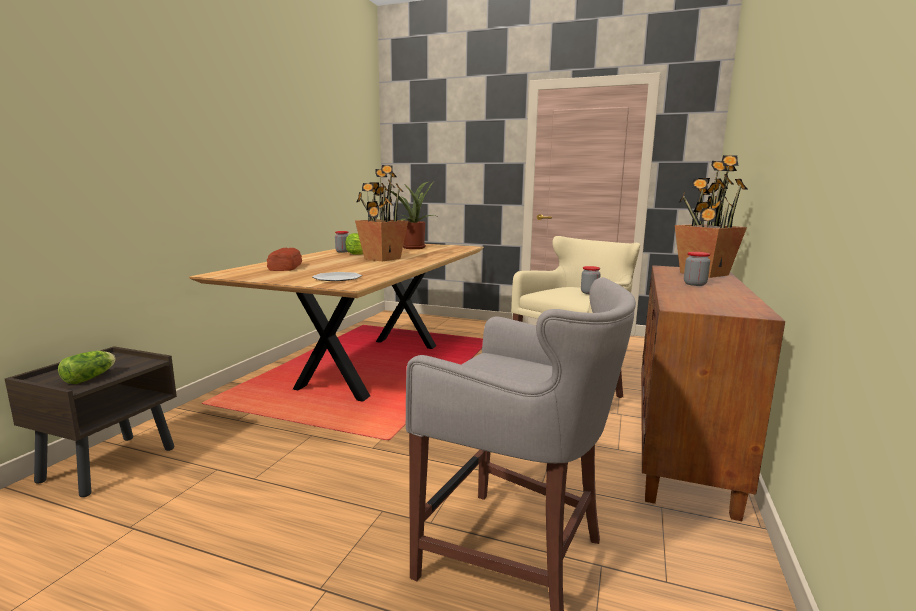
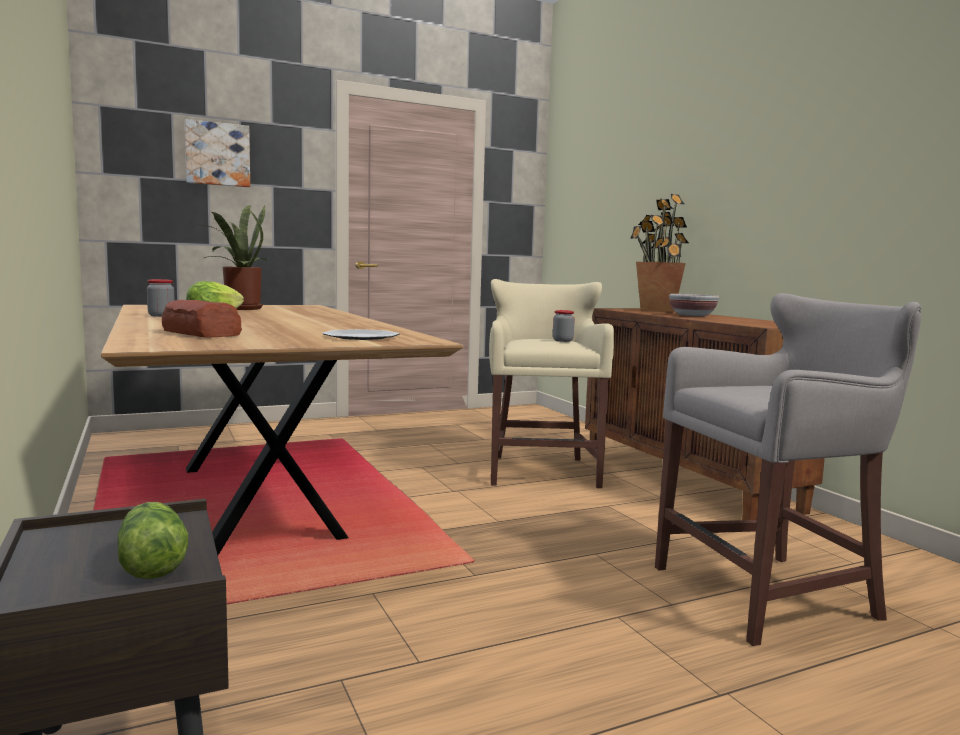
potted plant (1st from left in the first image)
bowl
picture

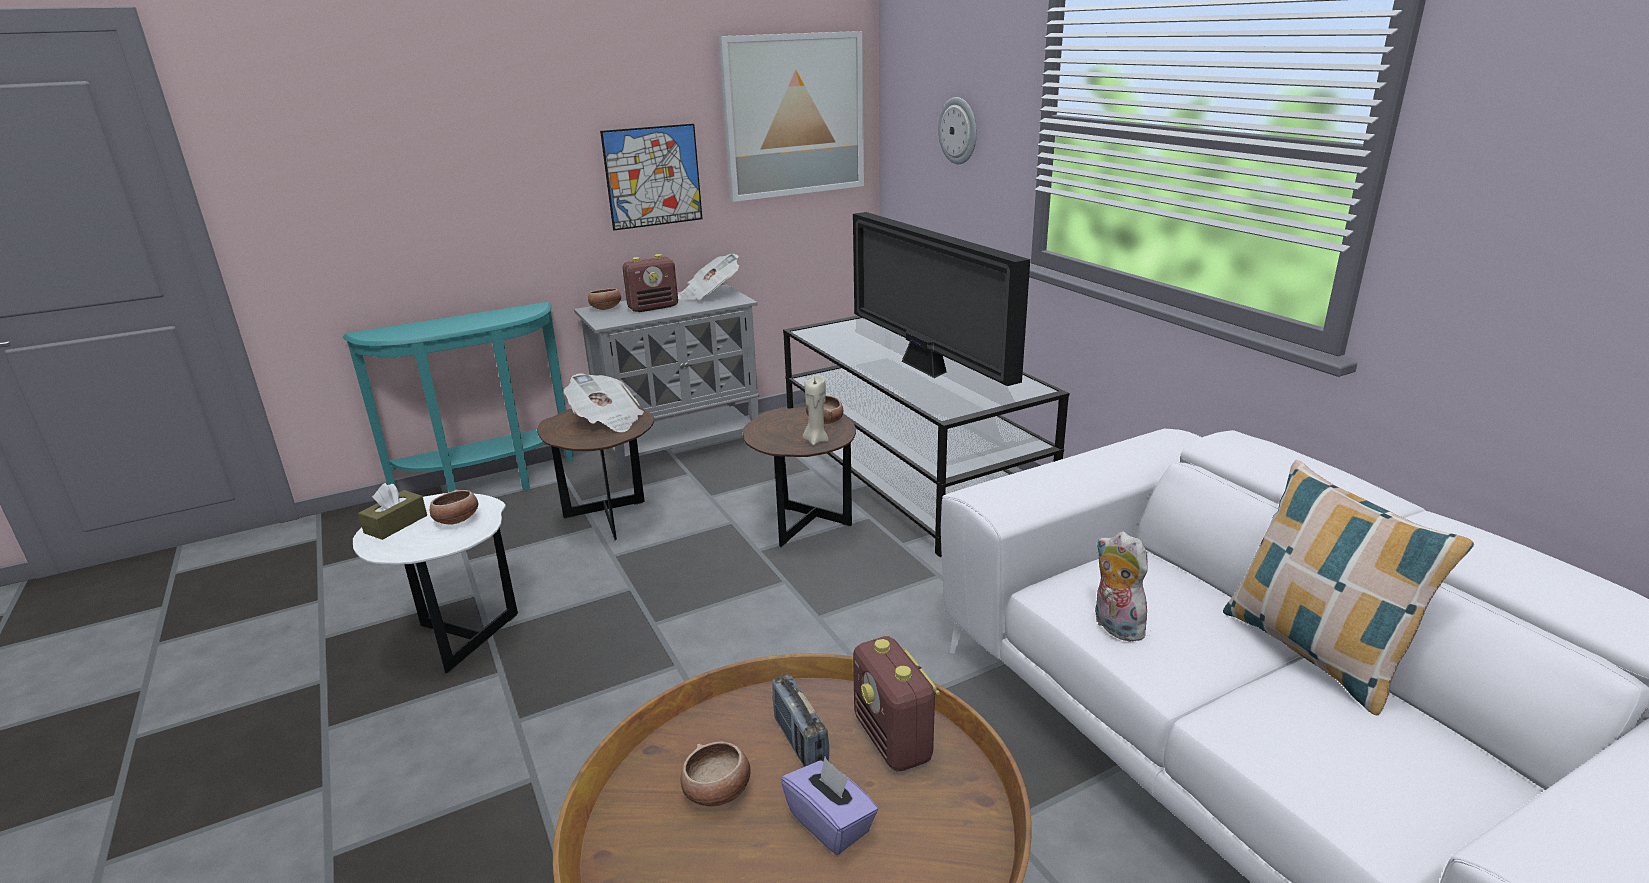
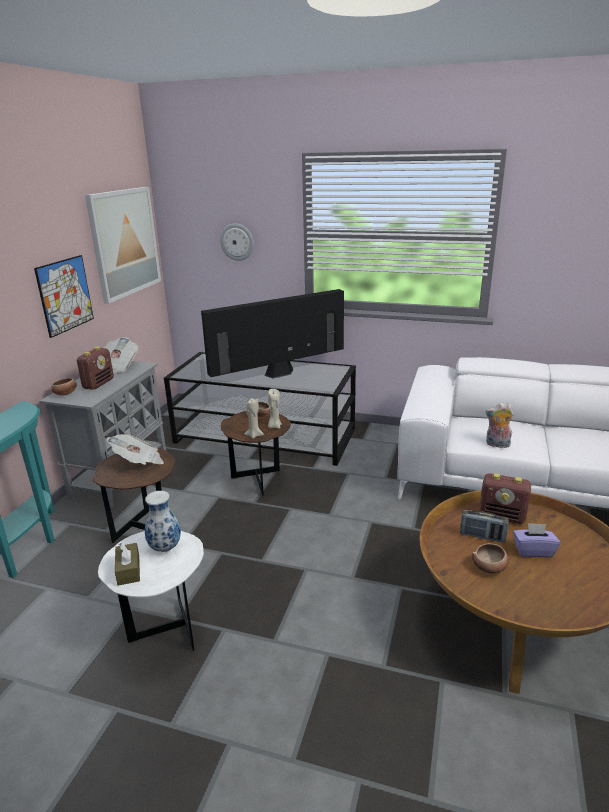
vase
television
pillow
candle in beige (1st from left)

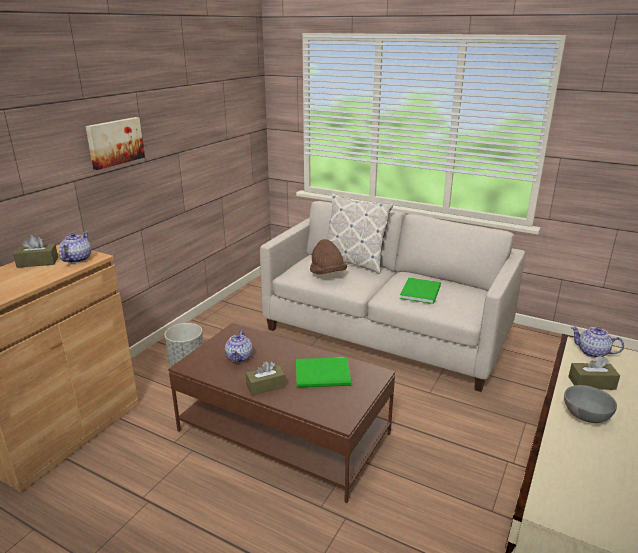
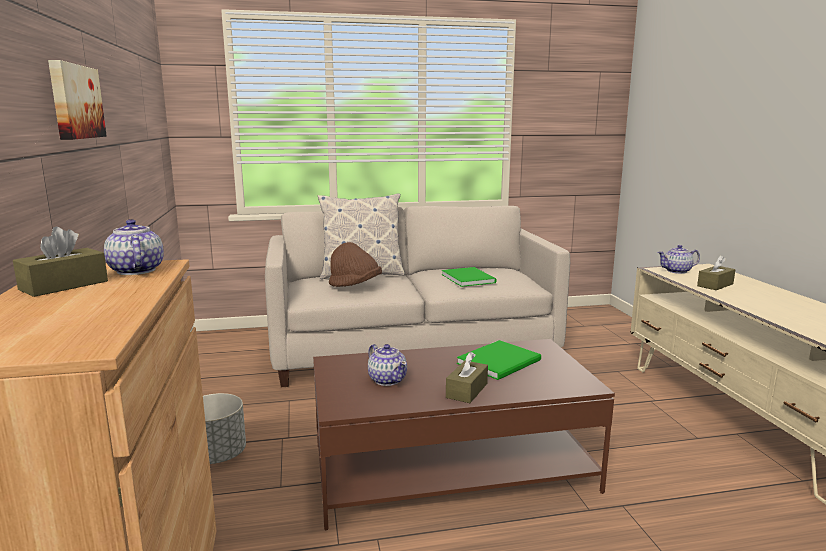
bowl in grey

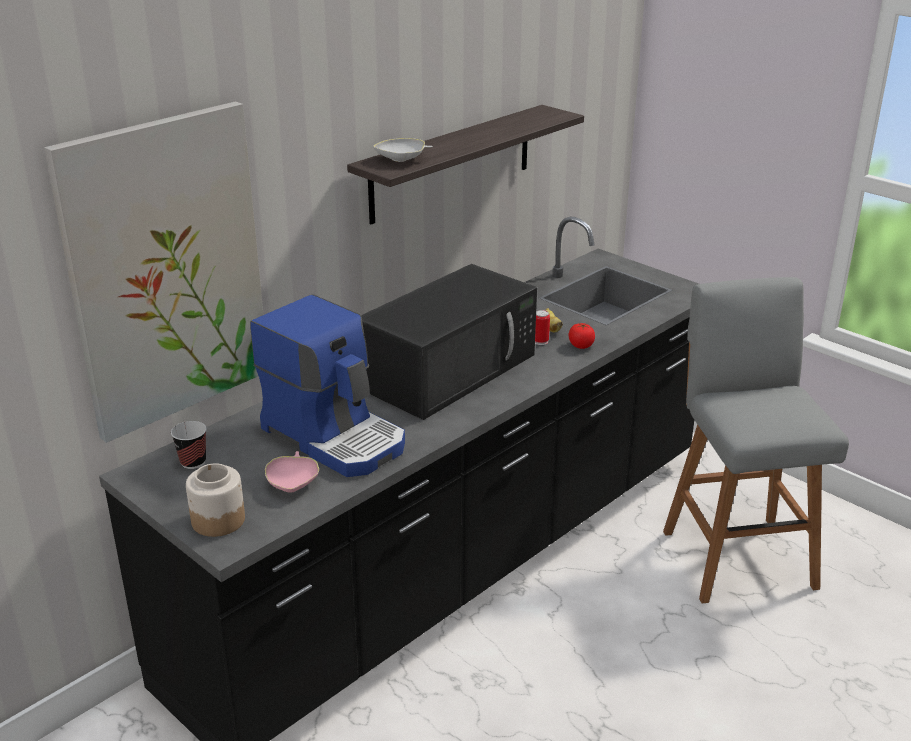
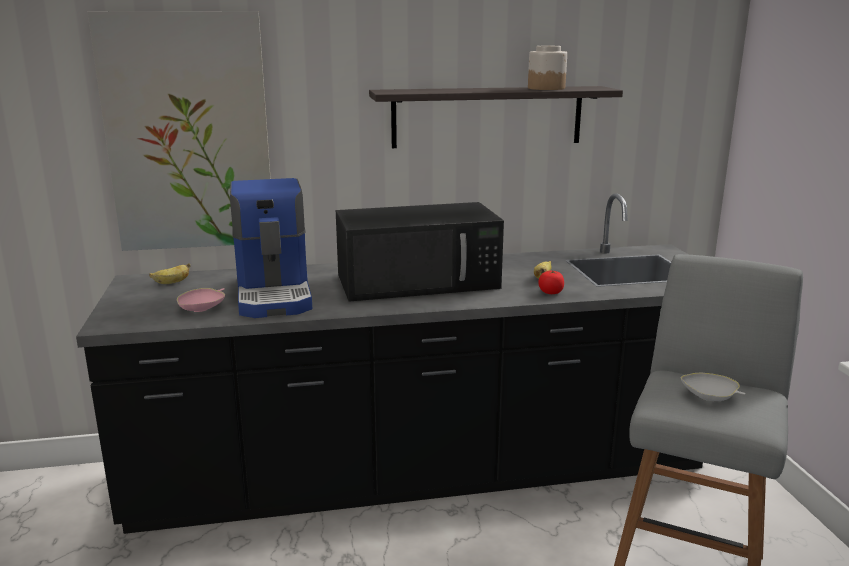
banana (1st from left)
jar
bowl in white
can

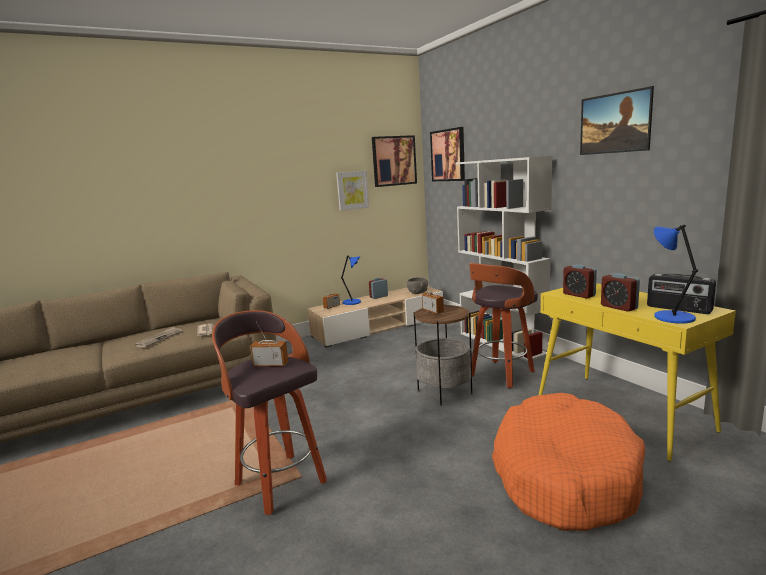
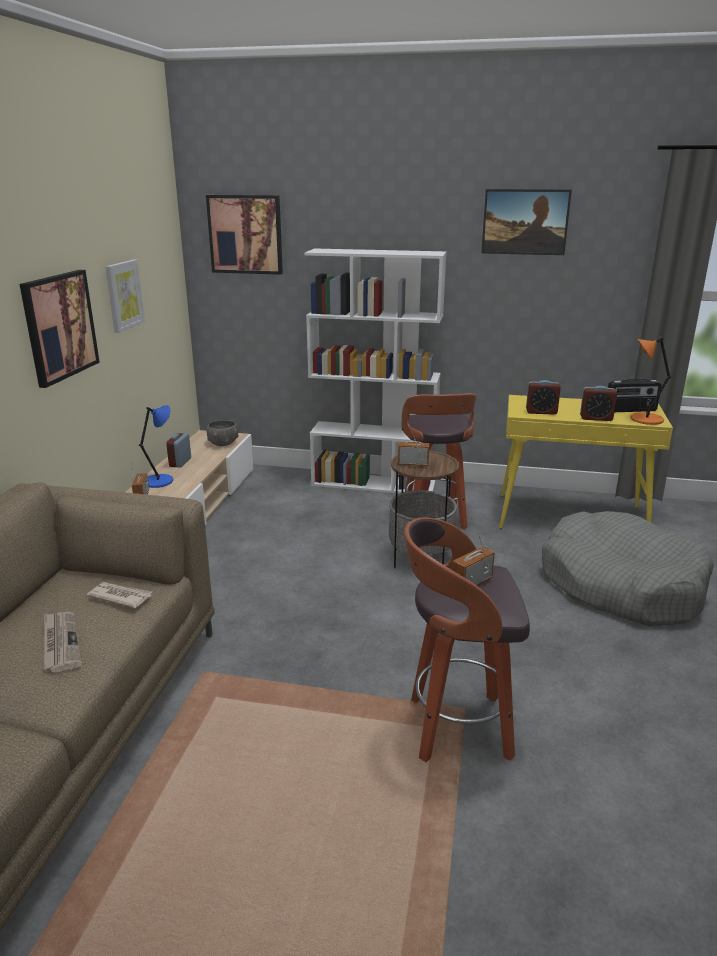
picture (1st from left)
dog bed in grey
table lamp in orange

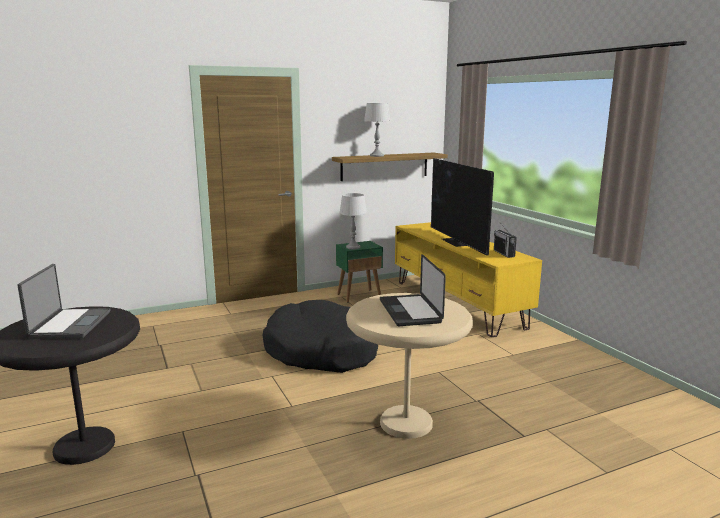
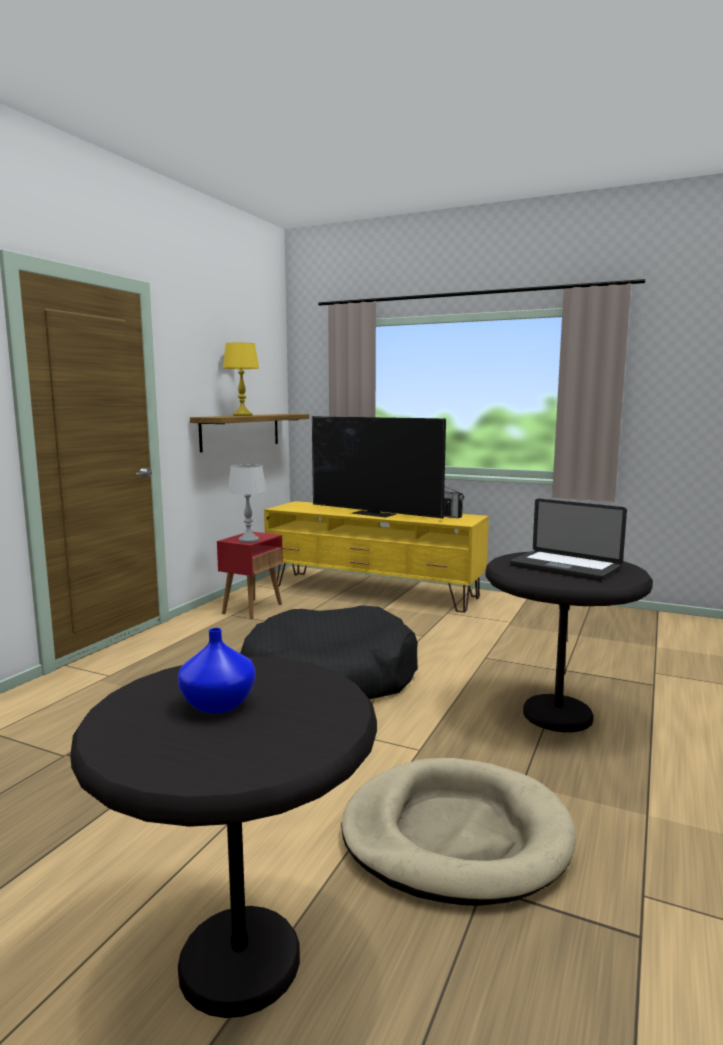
vase in blue
side table in red
side table in black (2nd from left)
table lamp in yellow
dog bed in beige

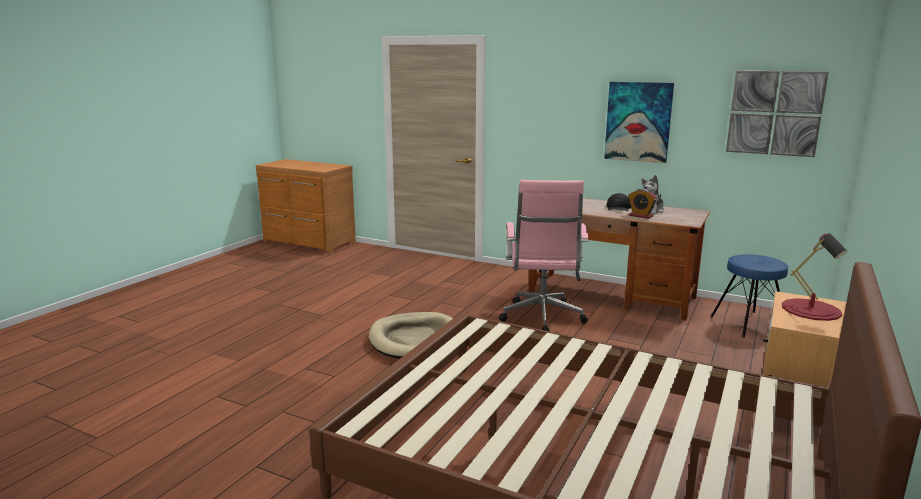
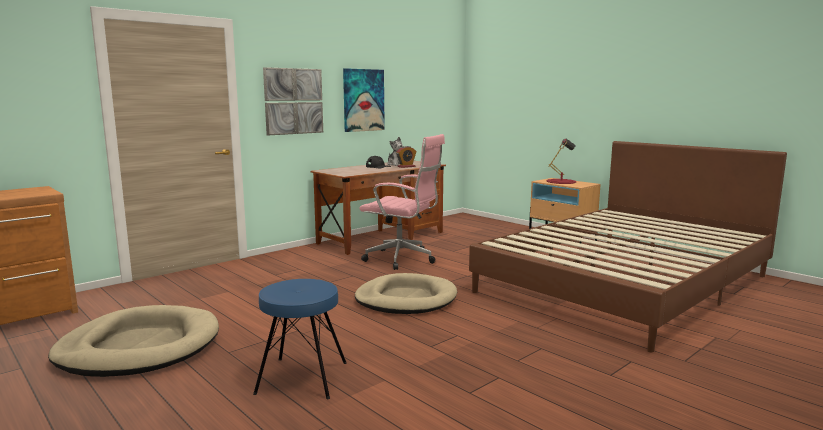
stool in blue
picture (1st from left)
dog bed in beige (1st from left)

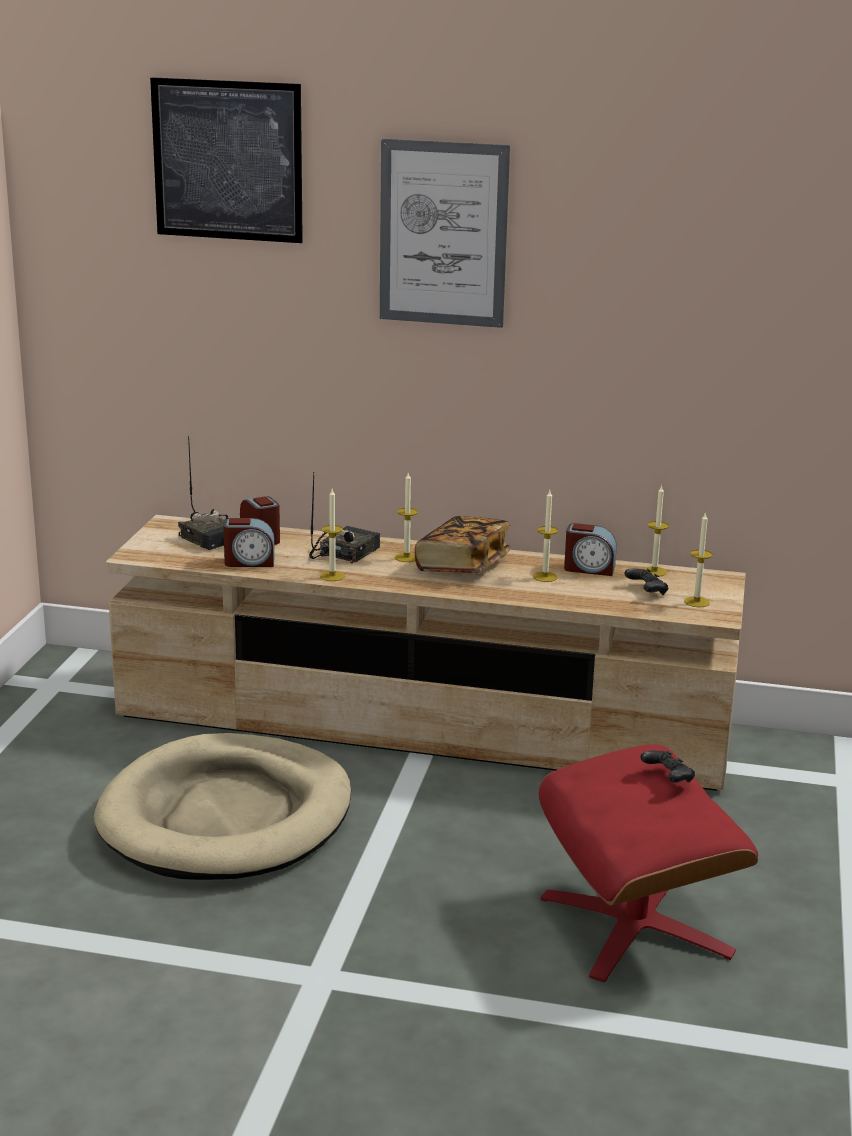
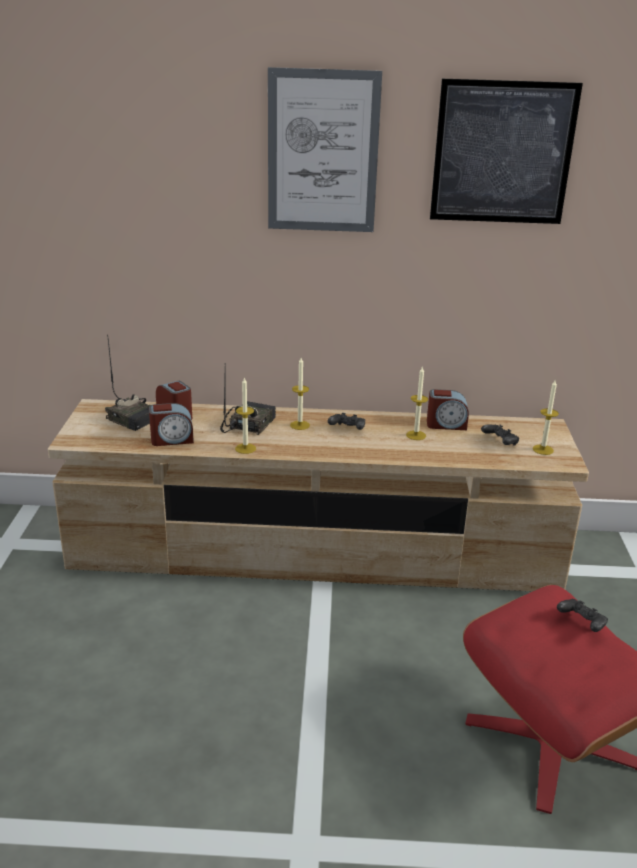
dog bed in beige
picture (2nd from left)
game controller in black (1st from left)
candle (4th from left in the first image)

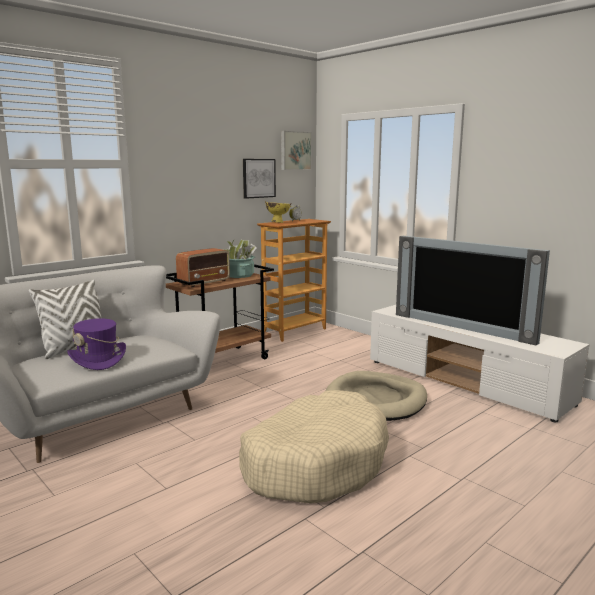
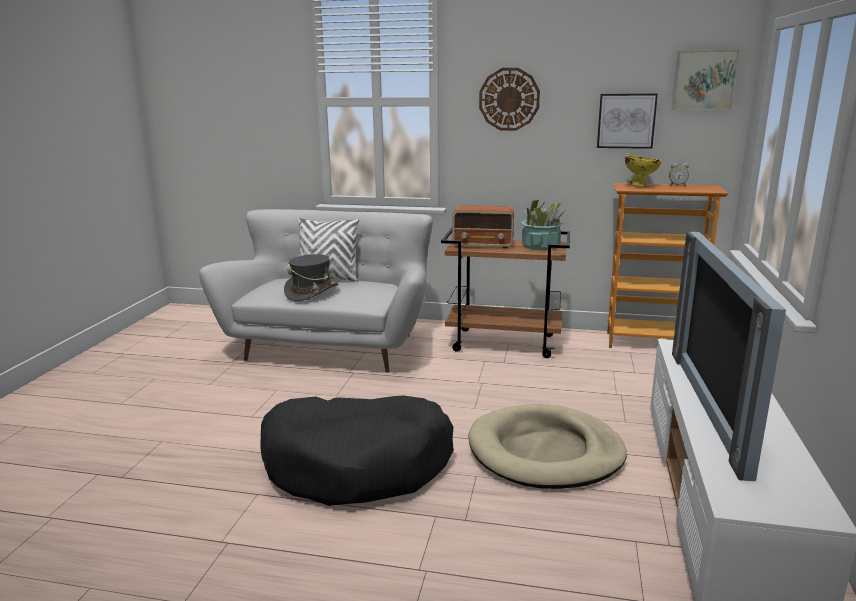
hat in grey
dog bed in black
wall clock

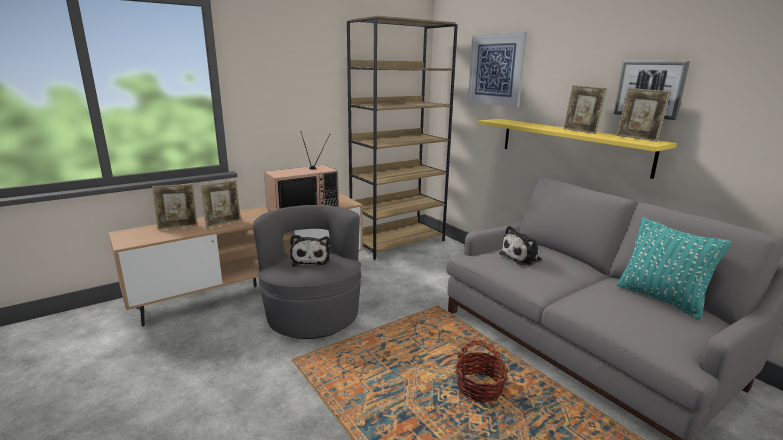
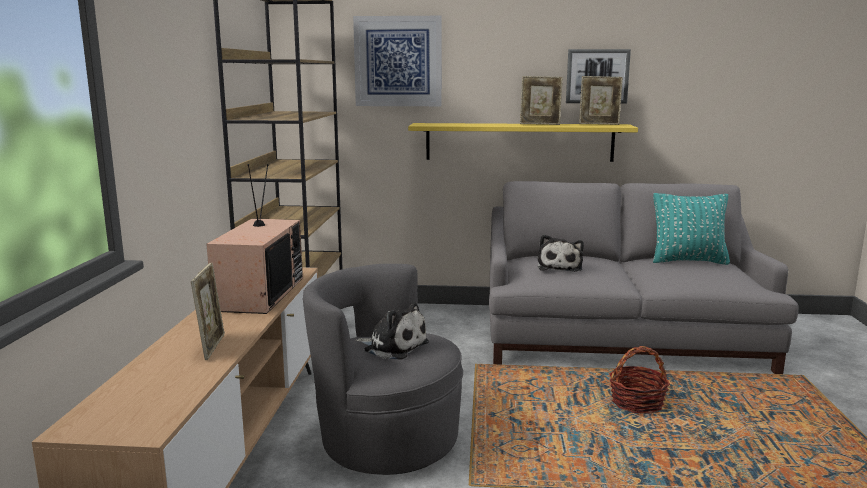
picture frame (1st from left in the first image)

